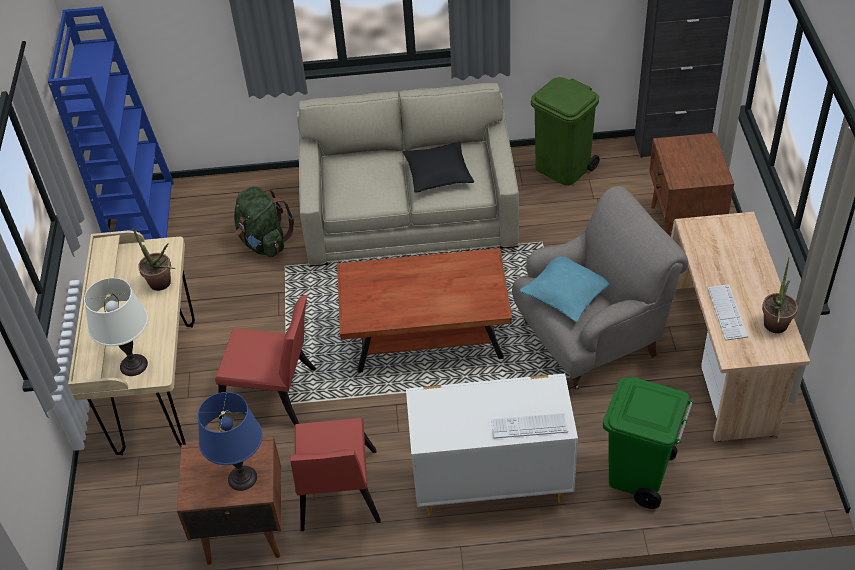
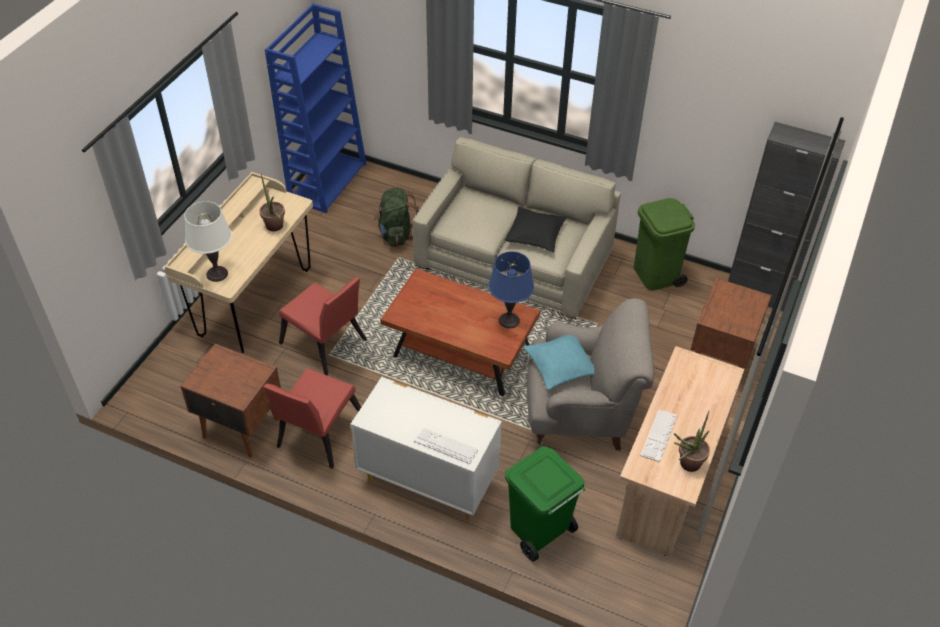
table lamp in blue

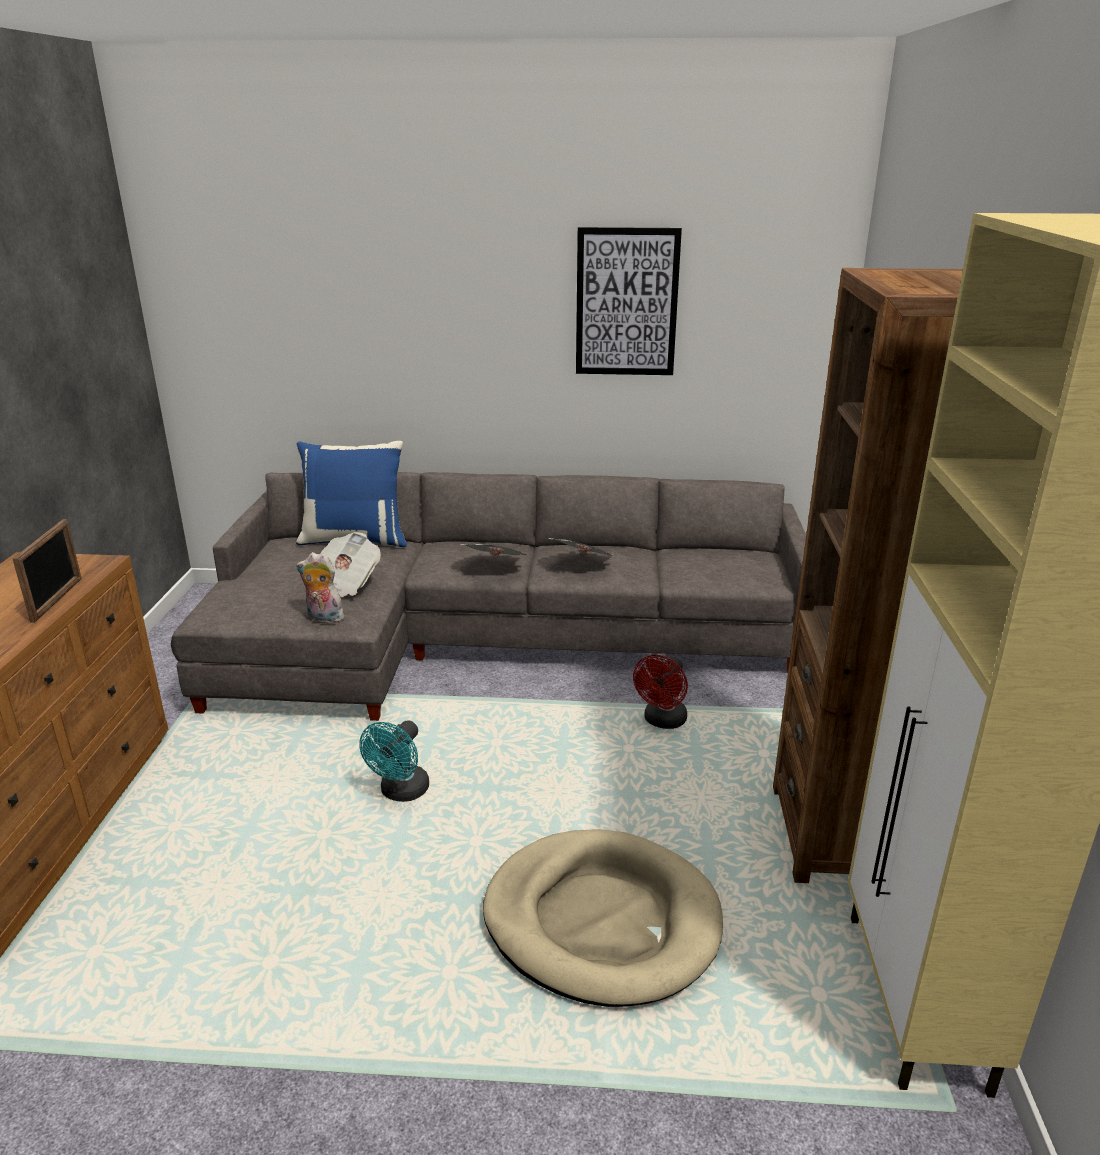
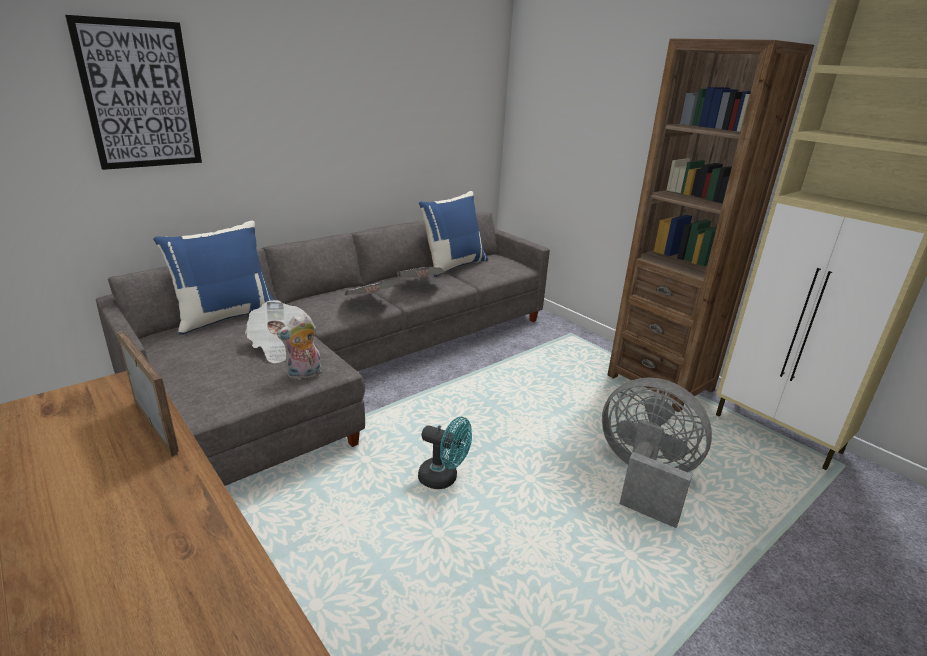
fan in turquoise
fan in grey
picture
fan in red
pillow in blue (2nd from left)

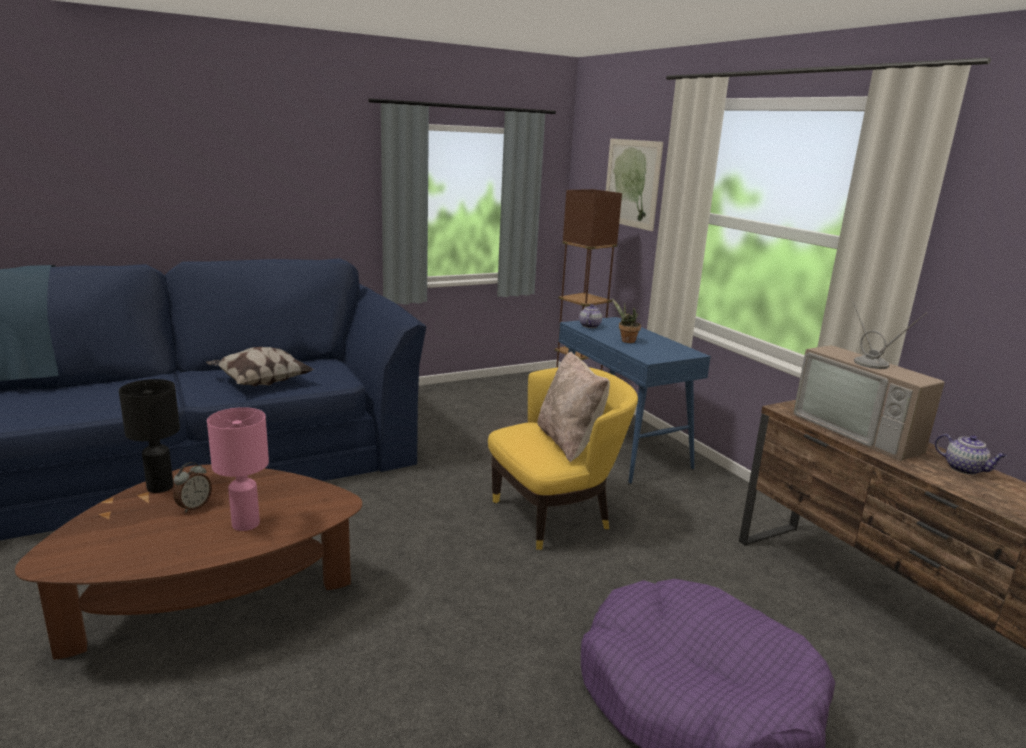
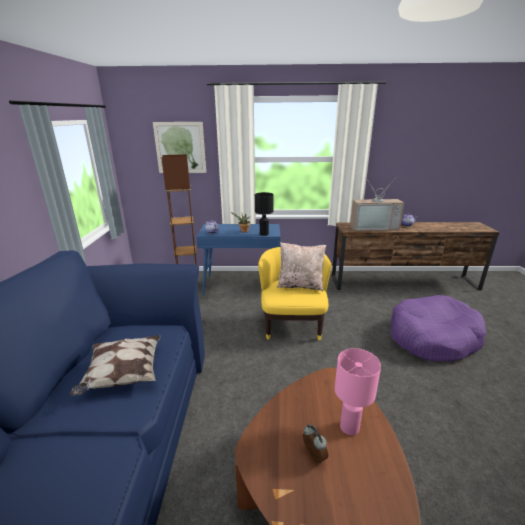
table lamp in black

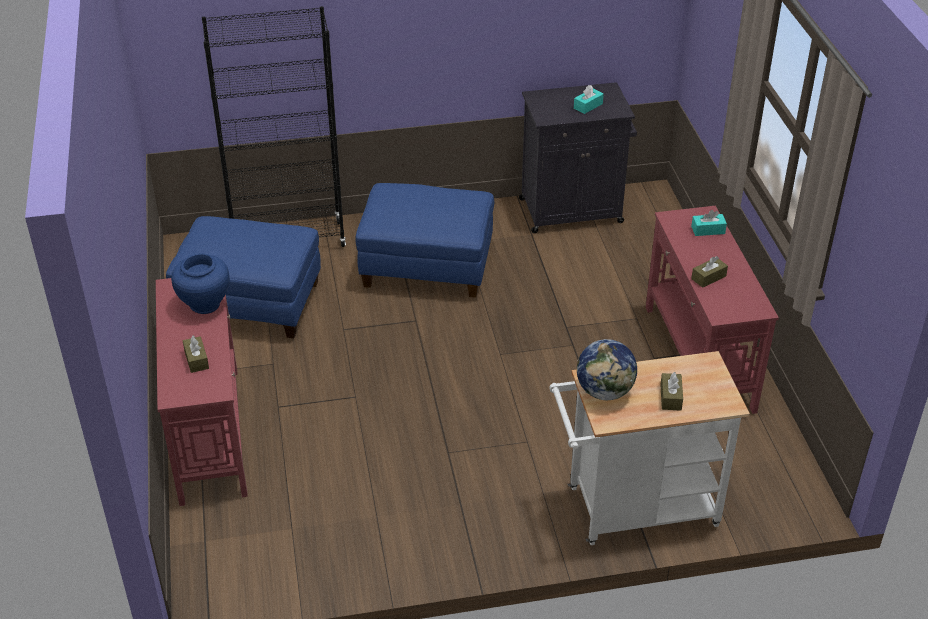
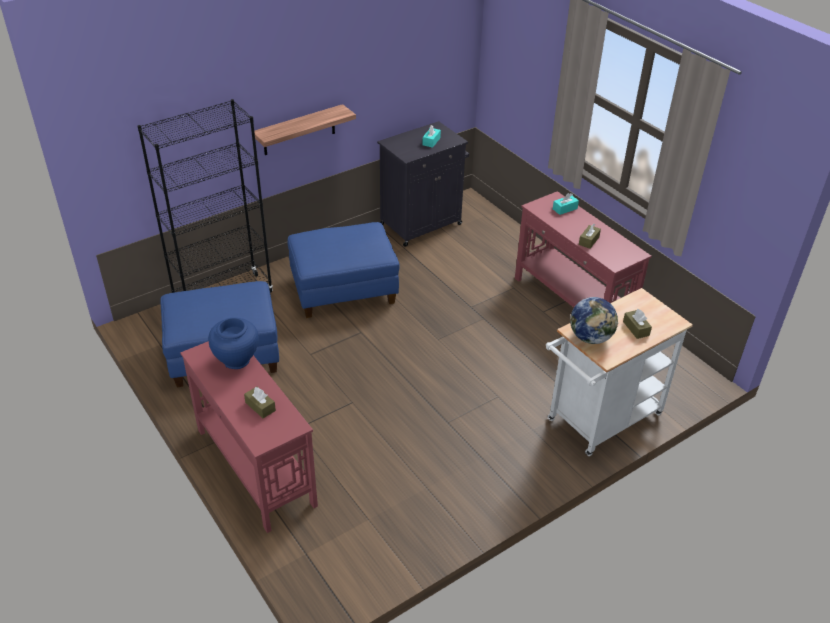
shelf

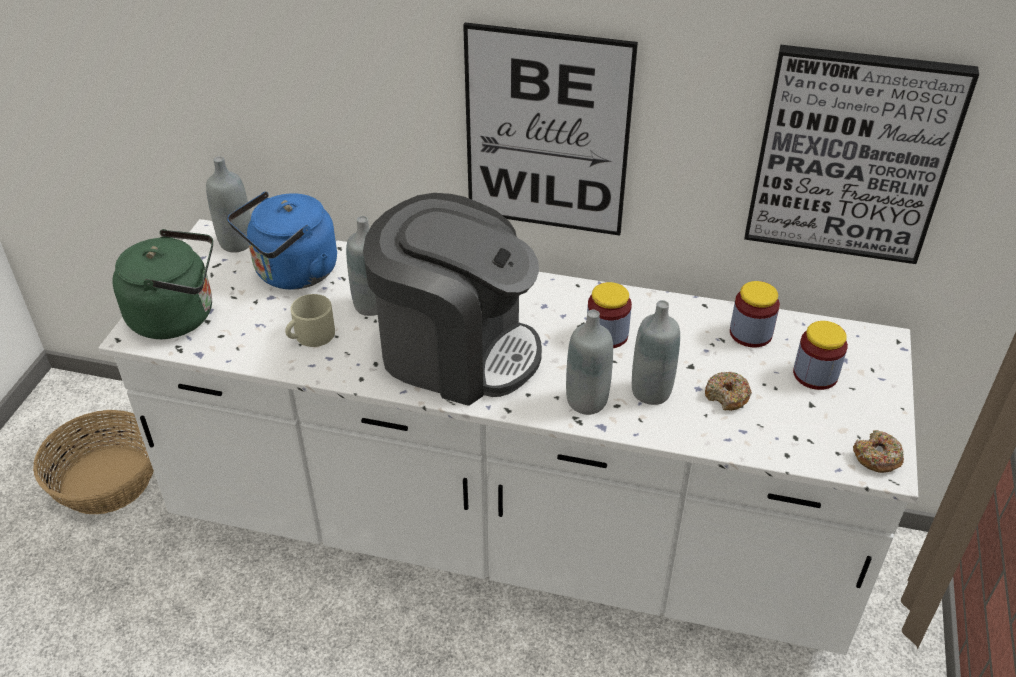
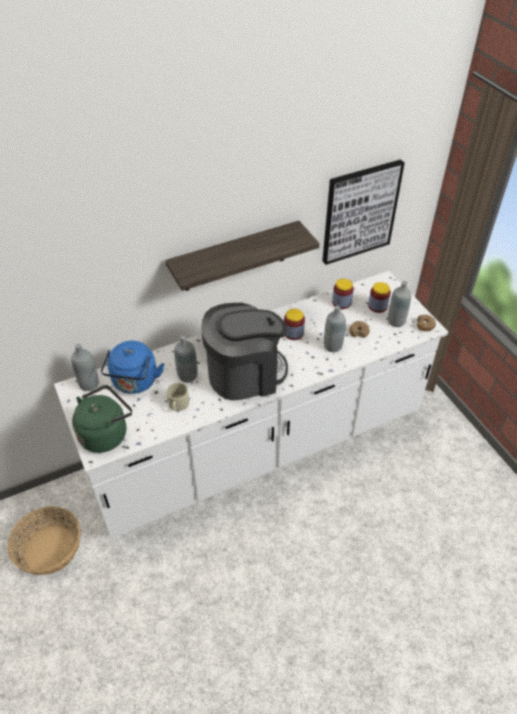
shelf
bottle in grey (4th from left)

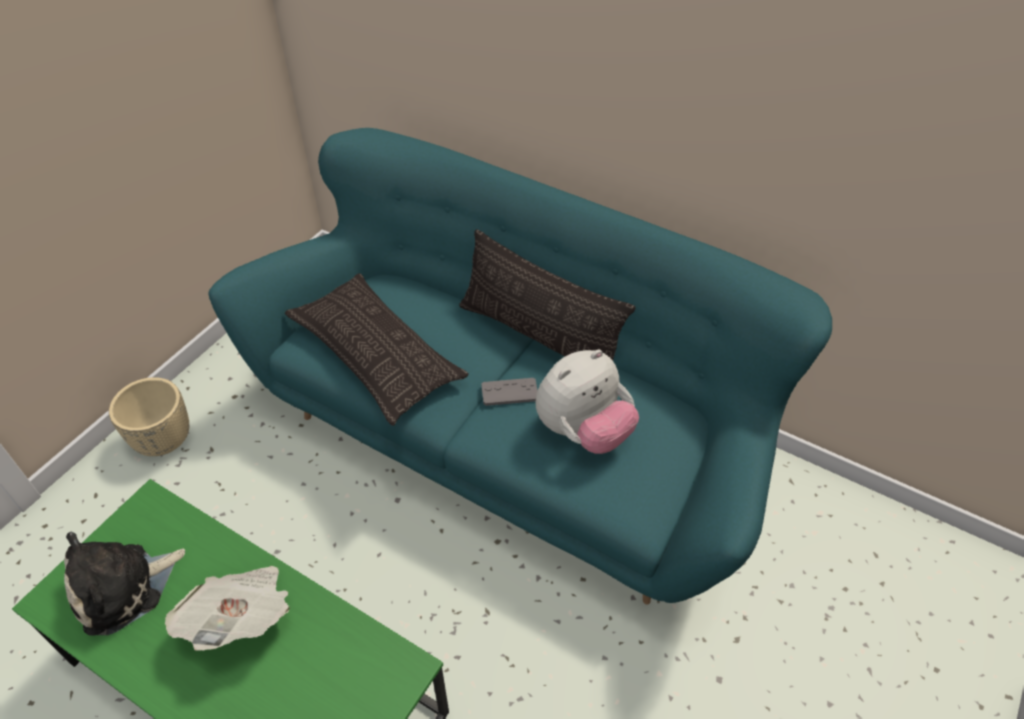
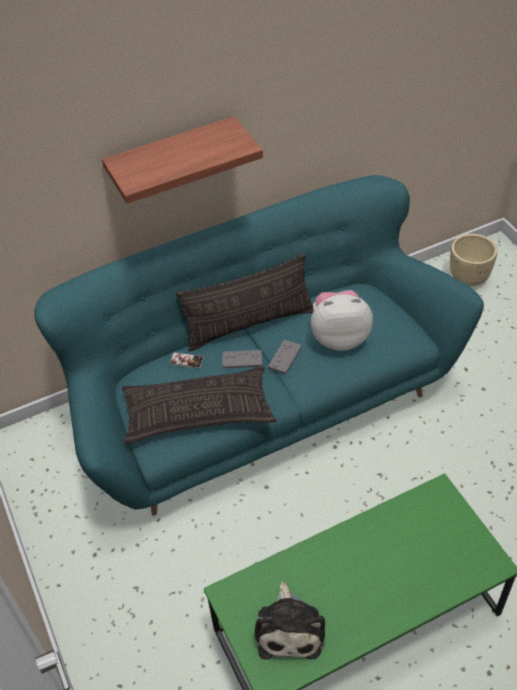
planter in beige
newspaper
plush toy (2nd from left)
shelf
phone
game controller in grey (1st from left)

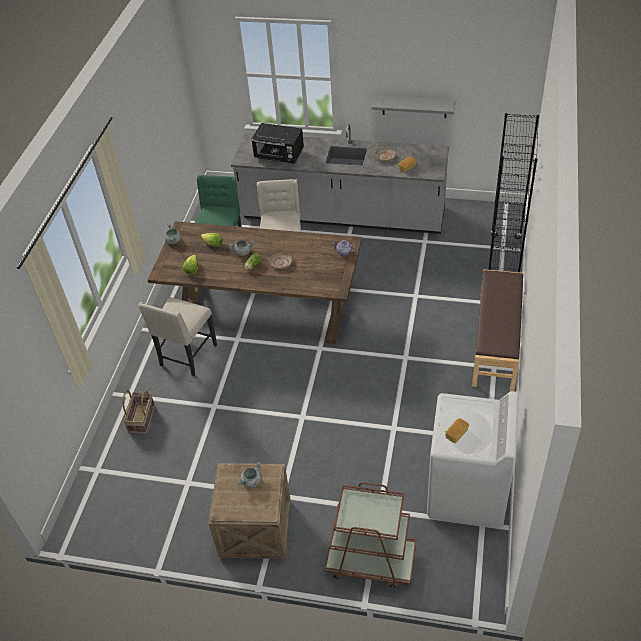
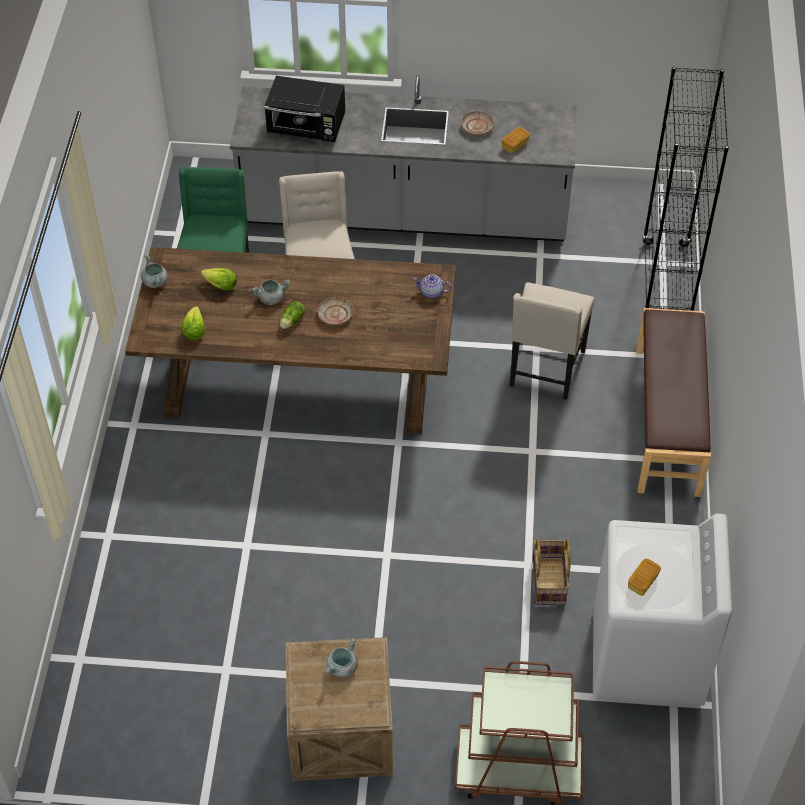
basket
chair in beige (2nd from left)
shelf in grey

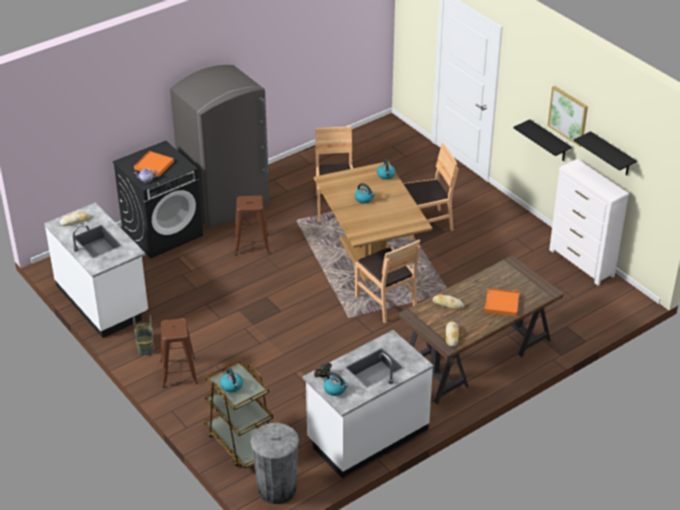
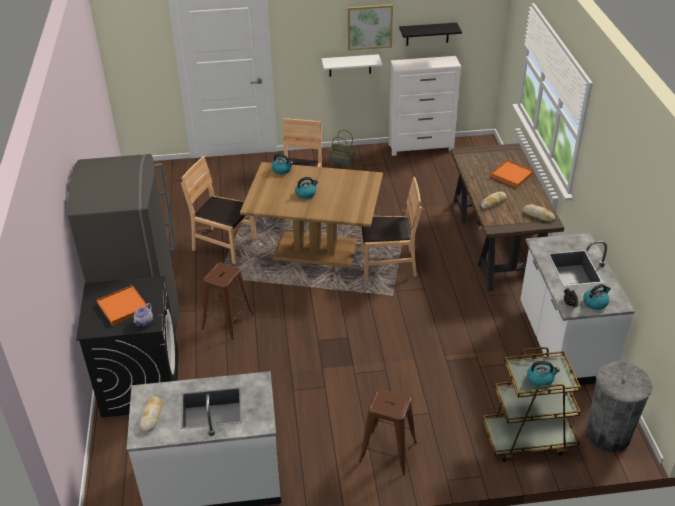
basket
shelf in white

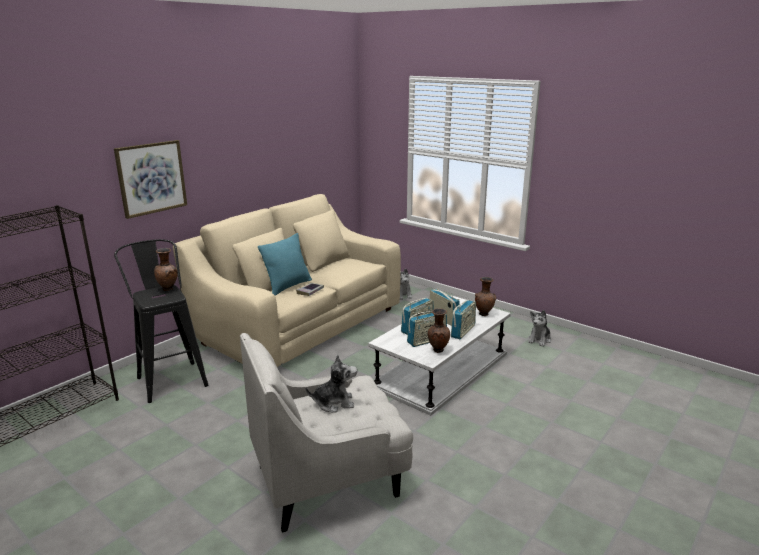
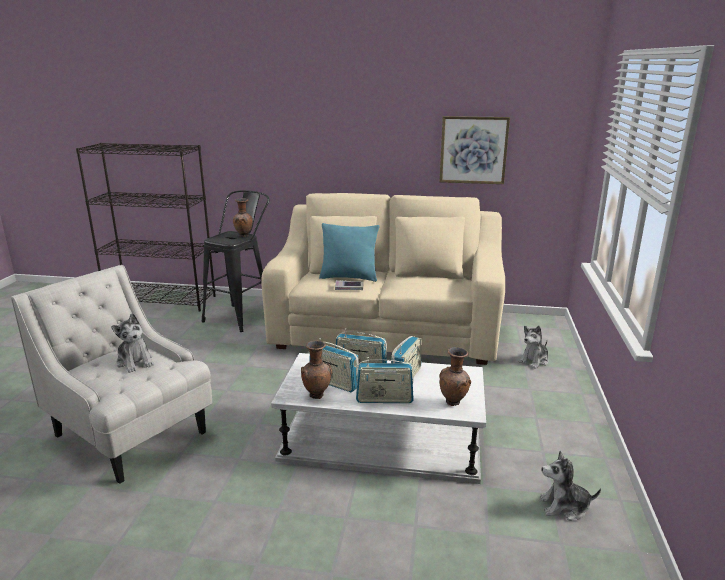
picture

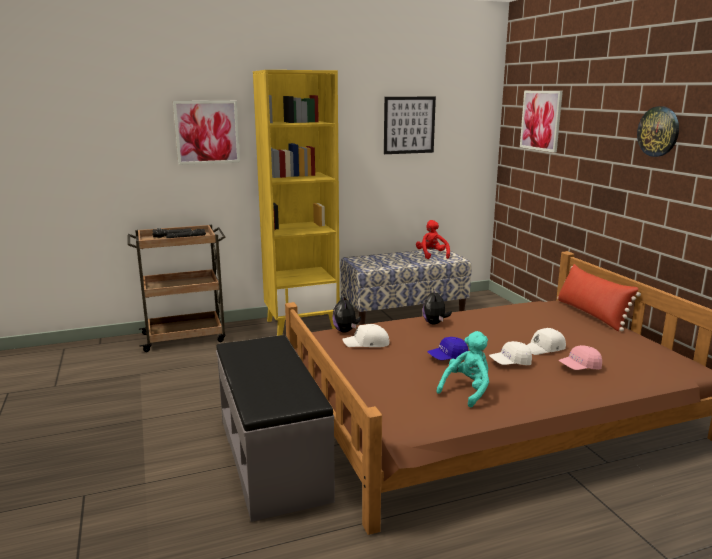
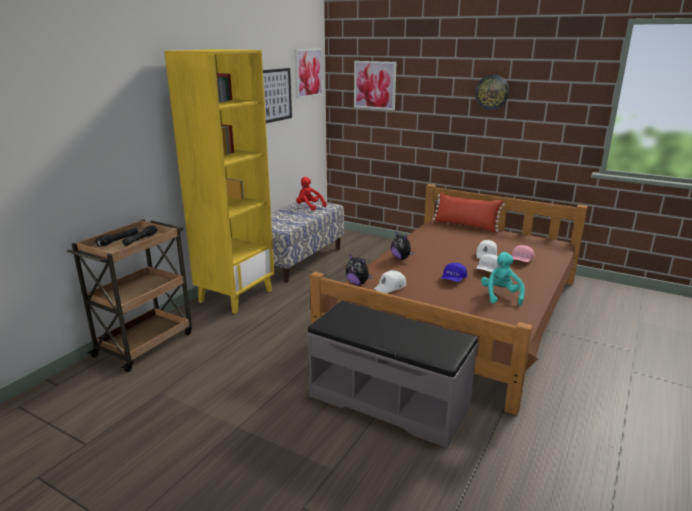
picture (2nd from left)

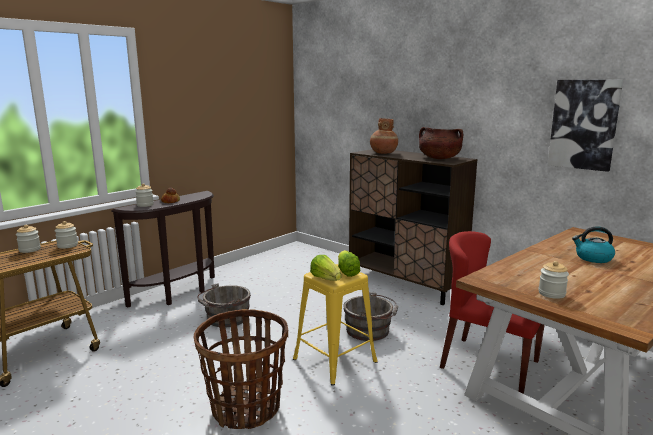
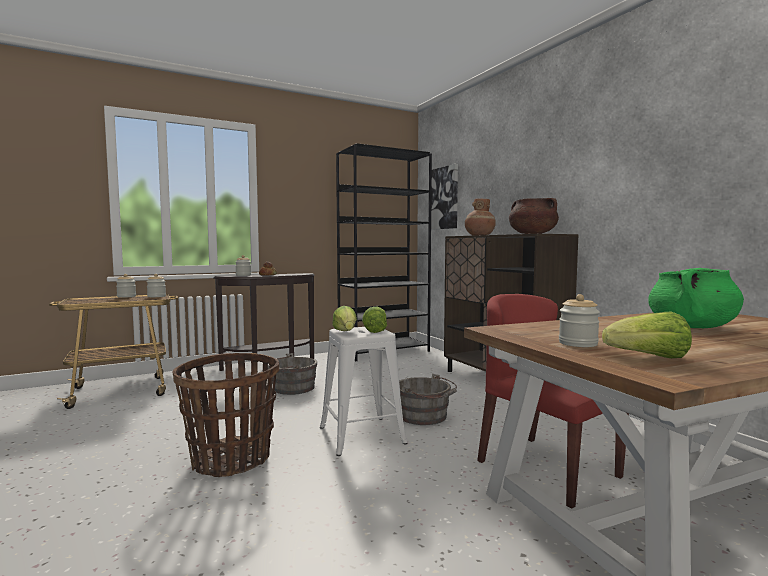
stool in white
picture
cooking pot in green
bookcase in black
lettuce (3rd from left)

